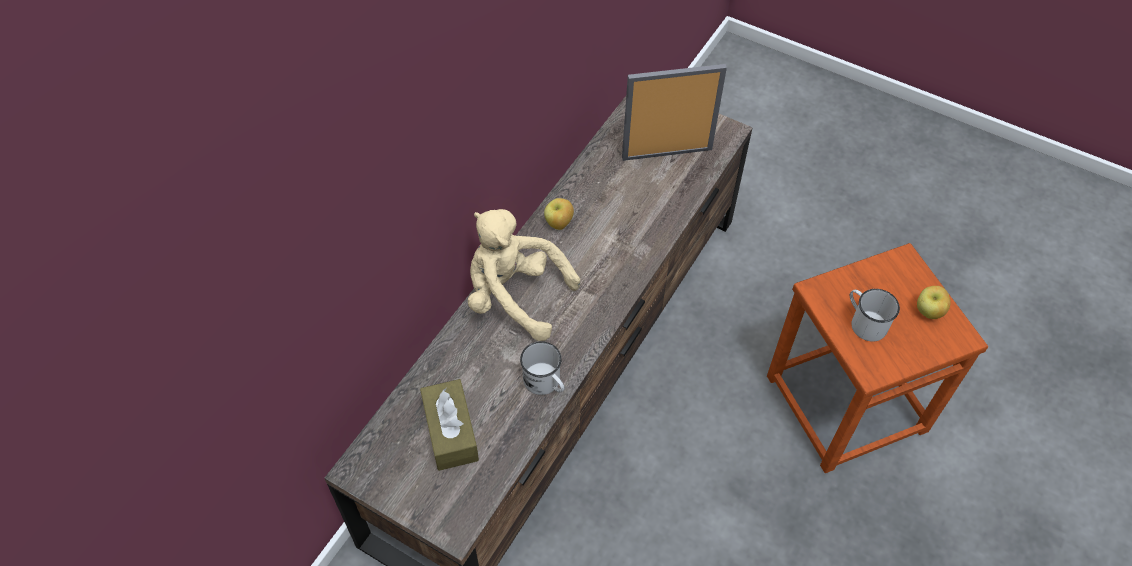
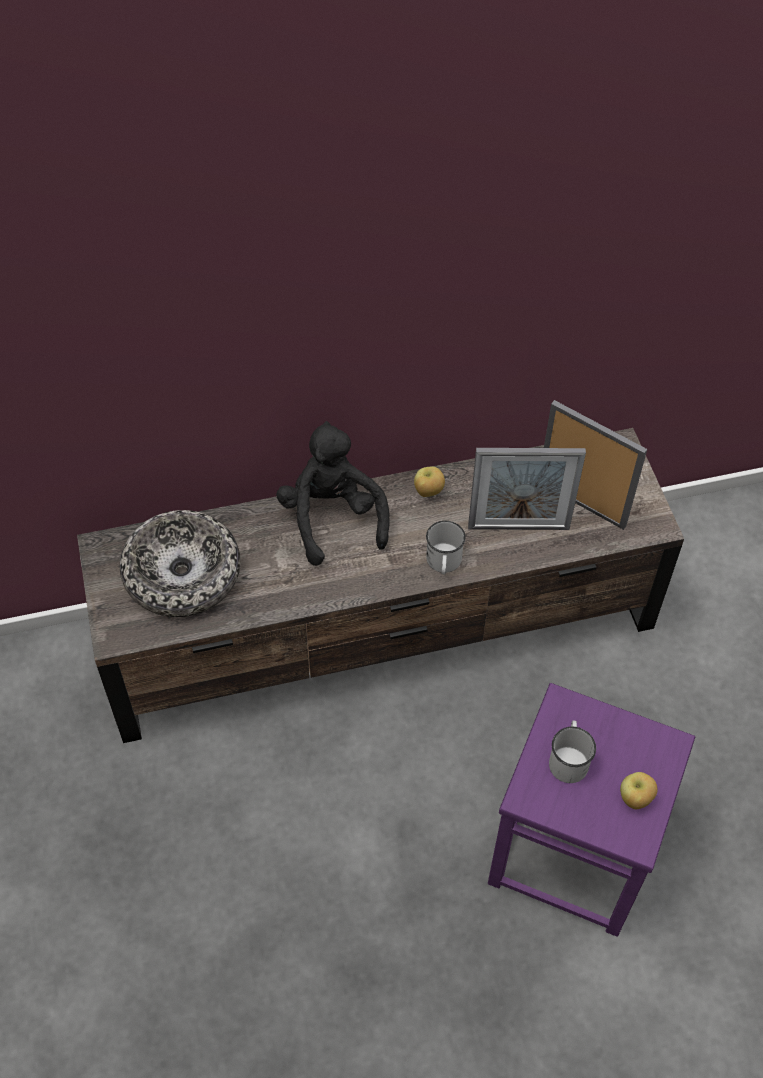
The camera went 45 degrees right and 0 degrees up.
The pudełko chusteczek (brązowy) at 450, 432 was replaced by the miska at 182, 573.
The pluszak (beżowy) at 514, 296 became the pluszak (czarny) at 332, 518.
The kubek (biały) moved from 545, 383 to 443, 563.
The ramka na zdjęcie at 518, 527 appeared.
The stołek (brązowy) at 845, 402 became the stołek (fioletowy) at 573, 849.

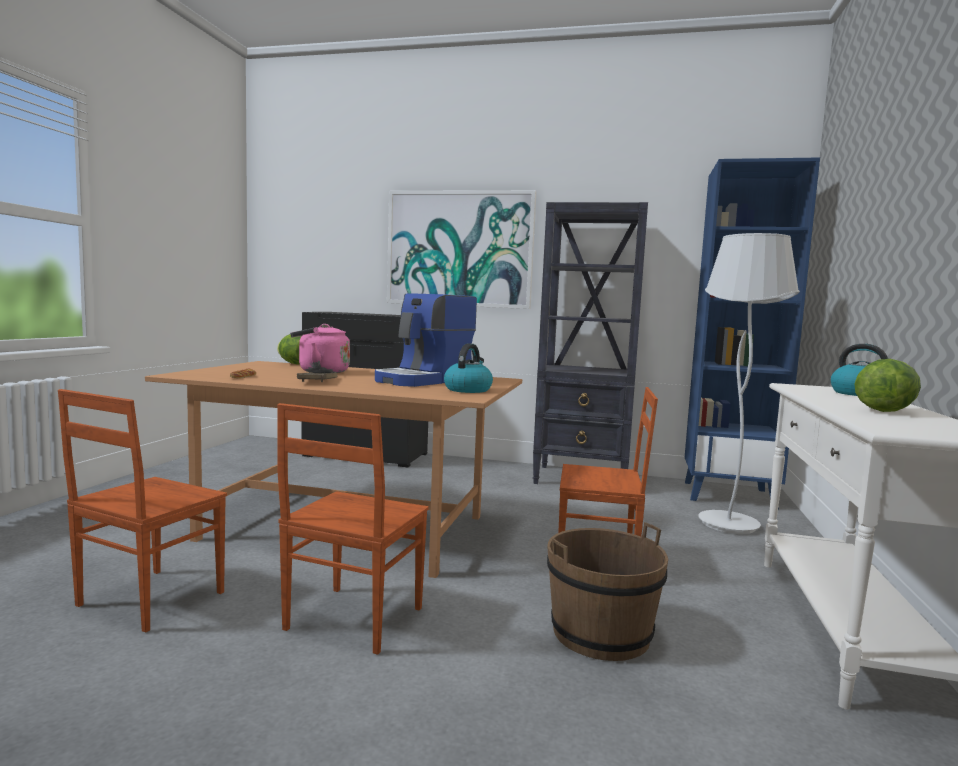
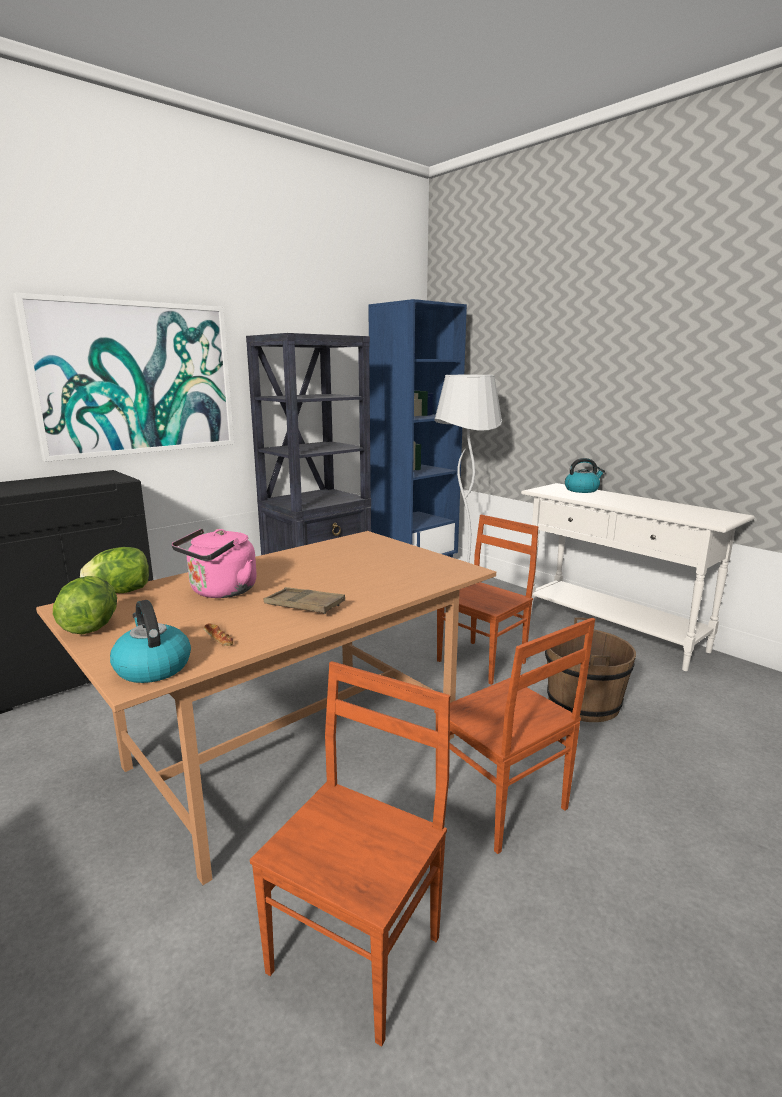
The camera went 55 degrees left and 10 degrees up.
The sałata moved from 884, 411 to 91, 627.
The czajnik moved from 468, 390 to 152, 667.
The krzesło (brązowy) at 148, 599 turned 120 degrees counterclockwise.
The ekspres do kawy at 425, 380 disappeared.

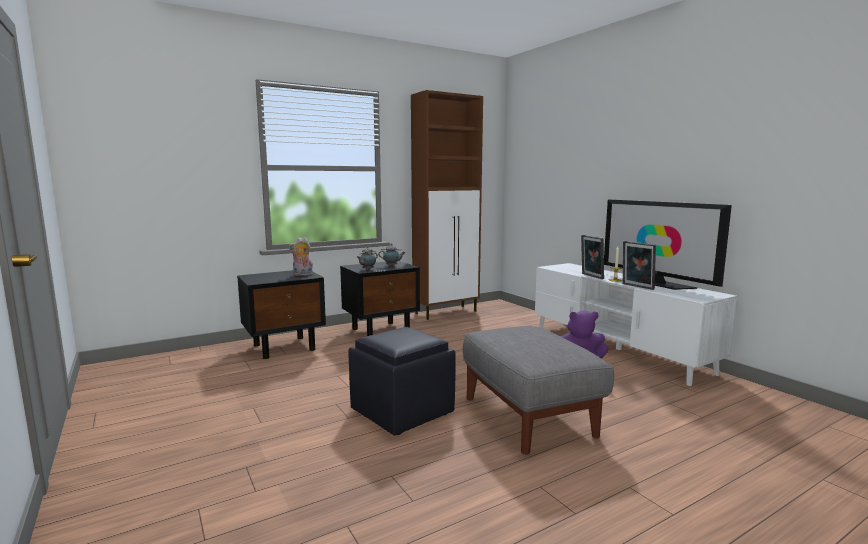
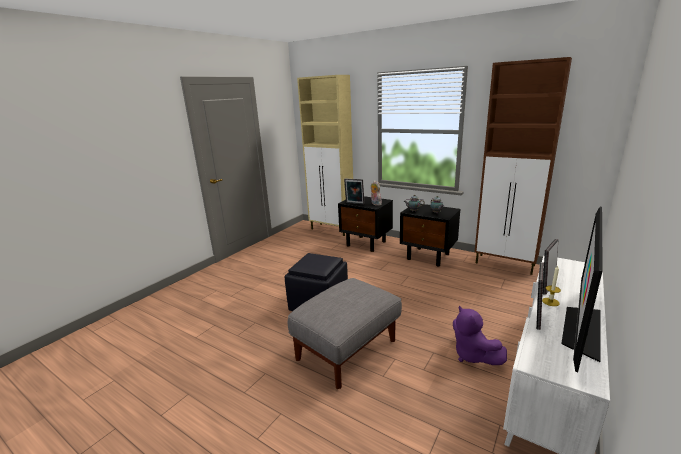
The camera went 65 degrees right and 10 degrees up.
The szafka (beżowy) at 332, 230 appeared.
The ramka na zdjęcie at 354, 203 appeared.

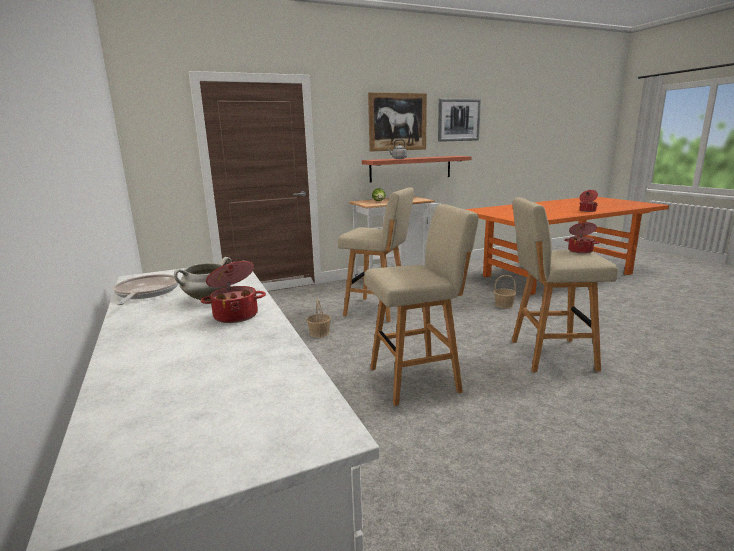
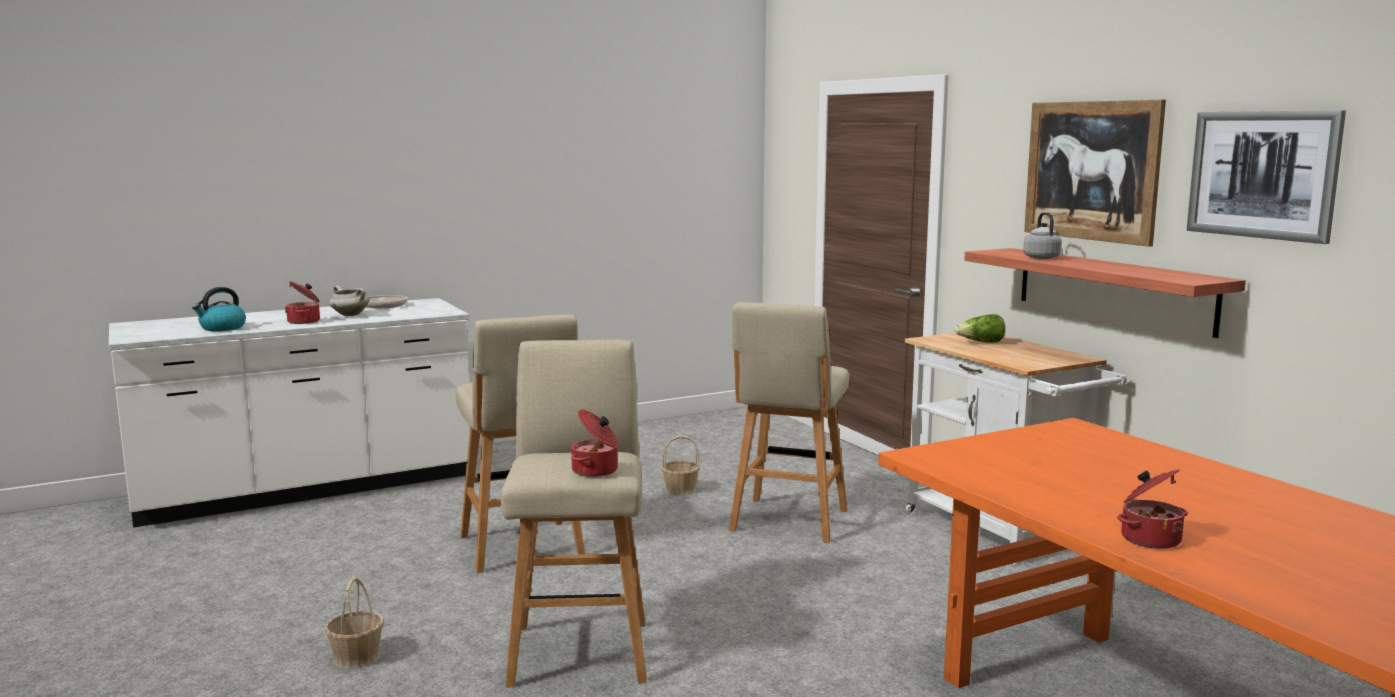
The camera went 85 degrees right and 5 degrees down.
The czajnik at 222, 328 appeared.
The koszyk moved from 504, 305 to 356, 657.

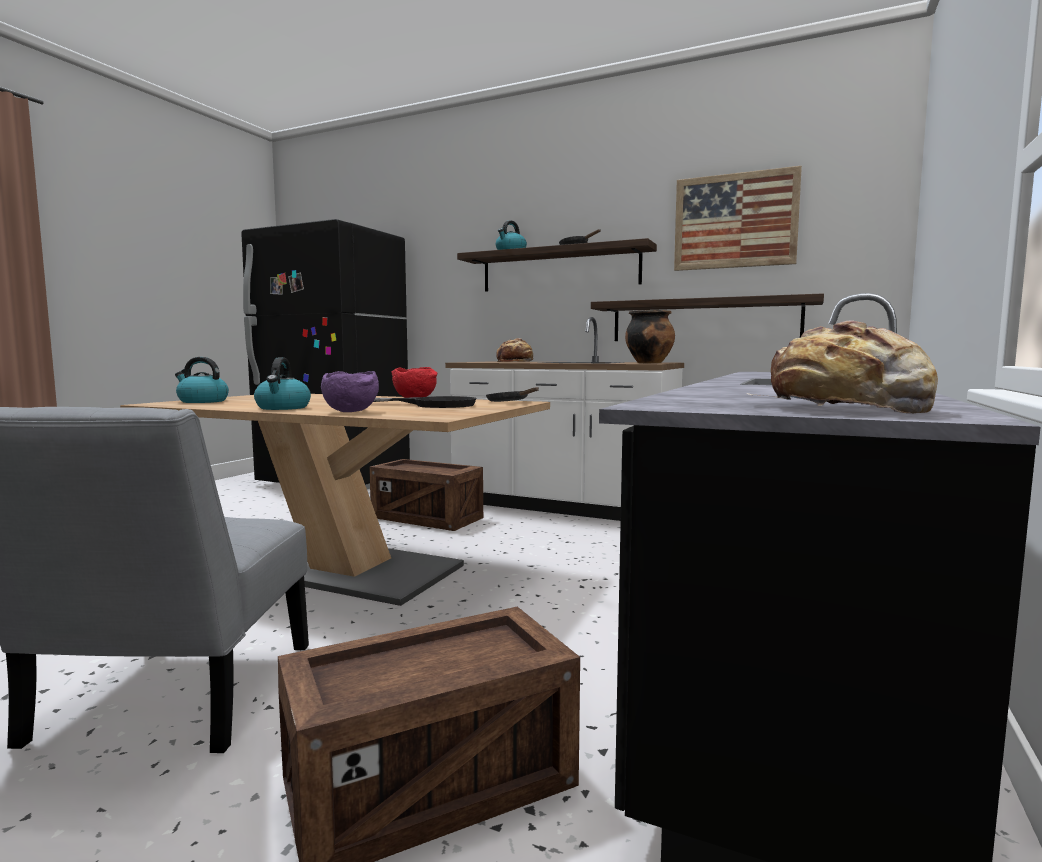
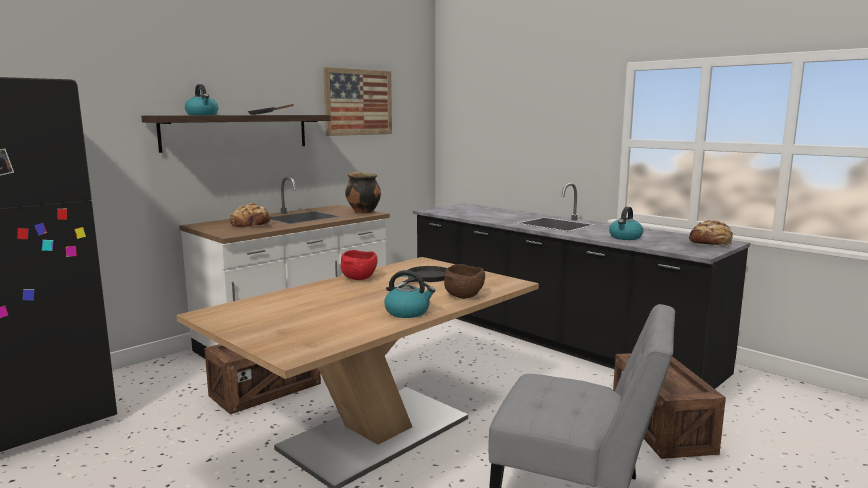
The camera went 70 degrees left and 5 degrees up.
The miska (fioletowy) at 352, 412 became the miska (brązowy) at 464, 296.
The czajnik moved from 202, 401 to 625, 237.
The patelnia (czarny) at 510, 402 disappeared.
The półka at 704, 320 disappeared.

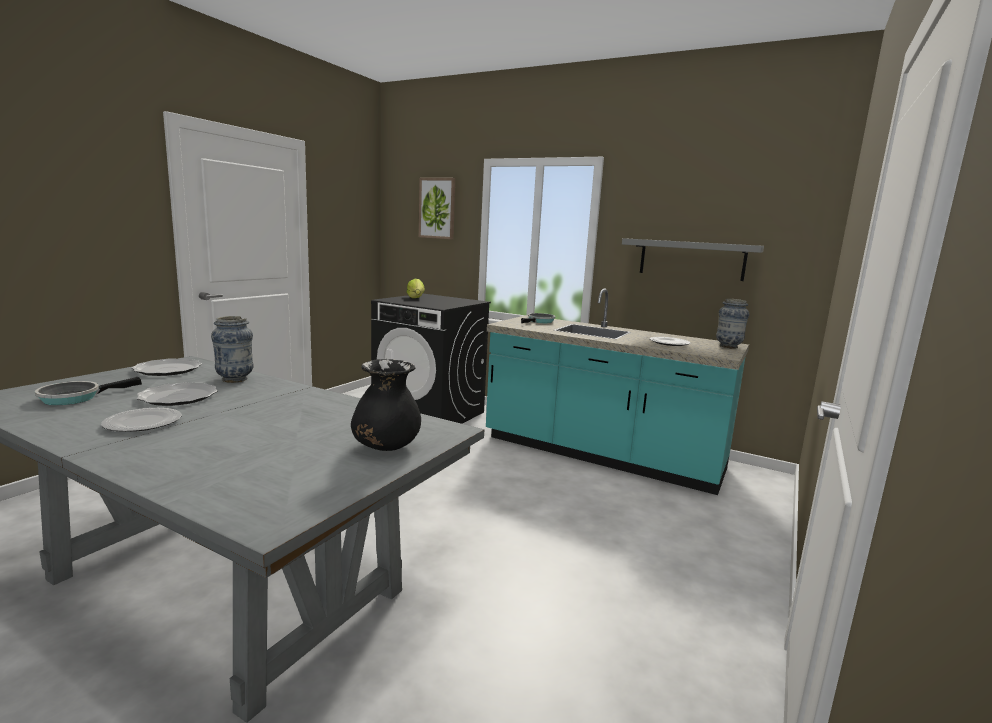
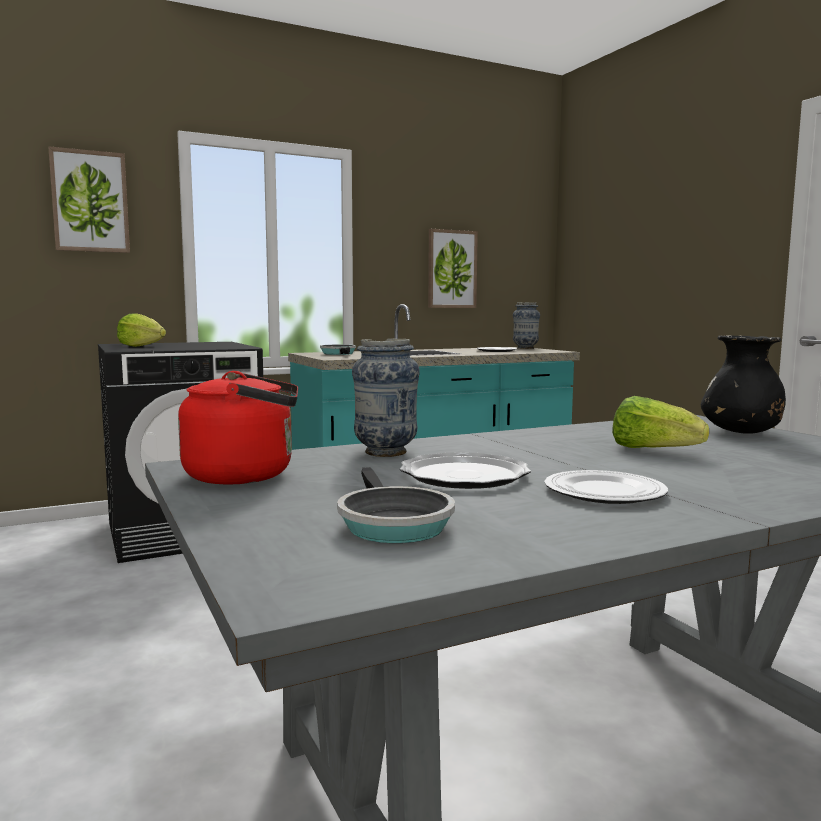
The camera went 55 degrees left and 5 degrees down.
The talerz at 167, 370 was replaced by the czajnik (czerwony) at 246, 475.
The półka (szary) at 691, 259 was replaced by the obraz at 451, 269.
The sałata at 653, 450 appeared.

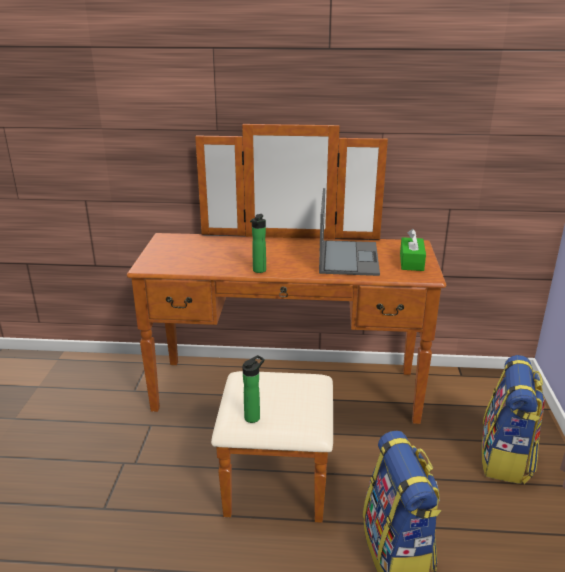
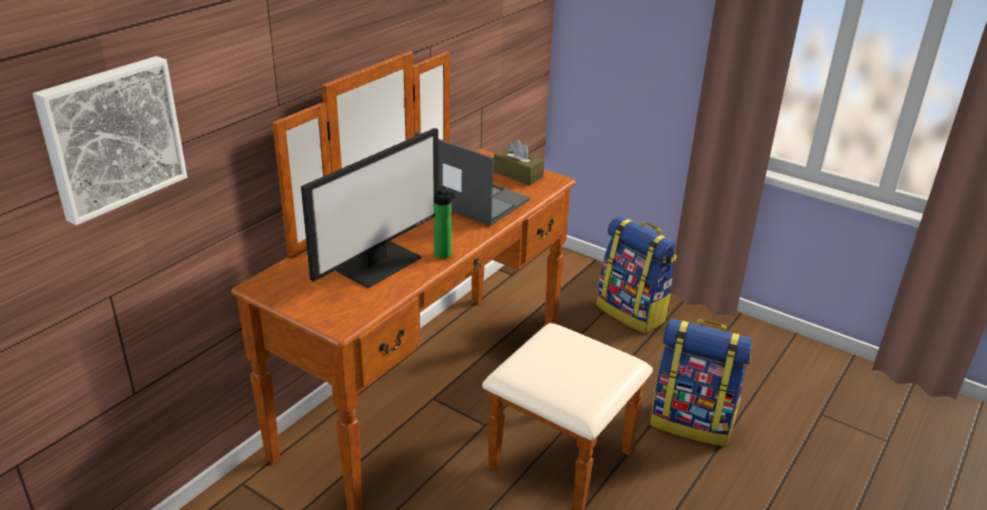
The camera went 60 degrees left and 5 degrees up.
The obraz at 111, 137 appeared.
The monitor at 379, 263 appeared.
The pudełko chusteczek (zielony) at 411, 262 became the pudełko chusteczek (brązowy) at 518, 174.
The butelka at 254, 416 disappeared.

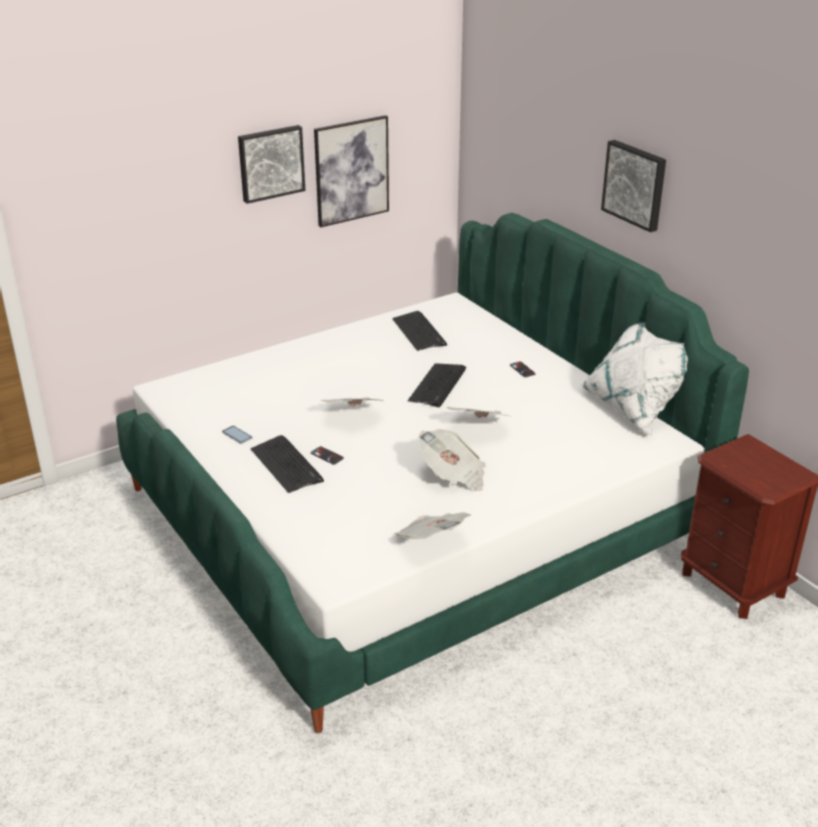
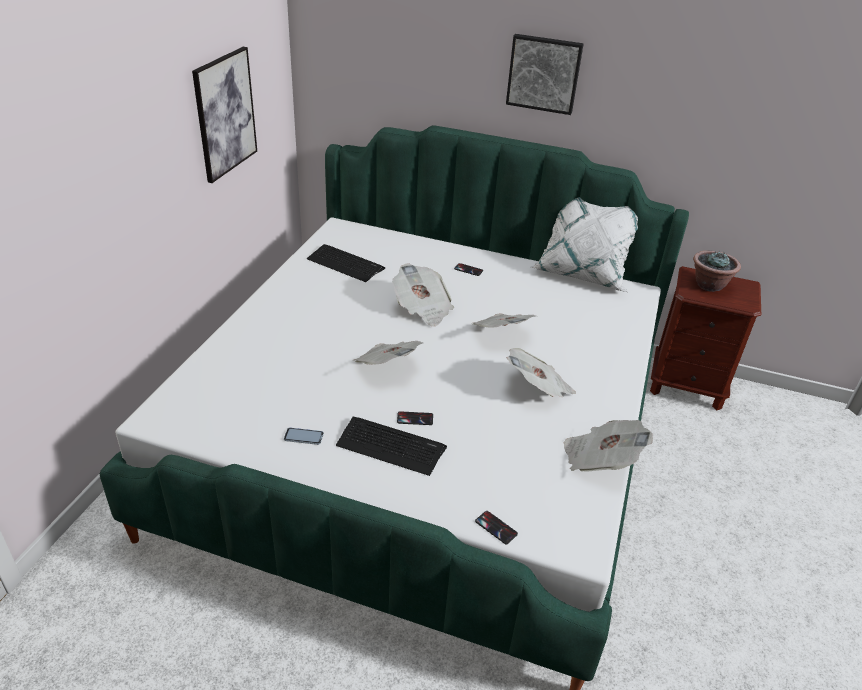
The camera went 40 degrees left and 5 degrees up.
The klawiatura at 438, 385 was replaced by the gazeta at 422, 309.
The telefon at 496, 527 appeared.
The roślina doniczkowa at 709, 285 appeared.
The obraz at 270, 163 disappeared.

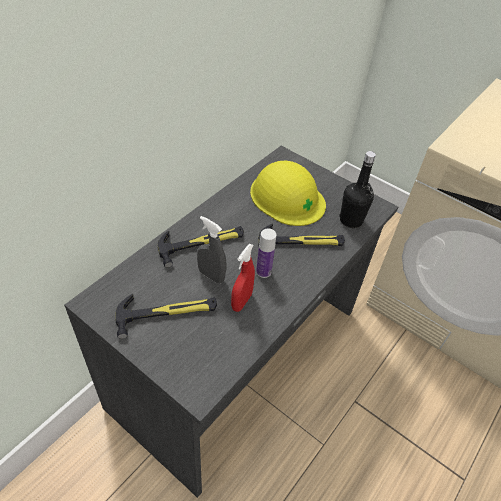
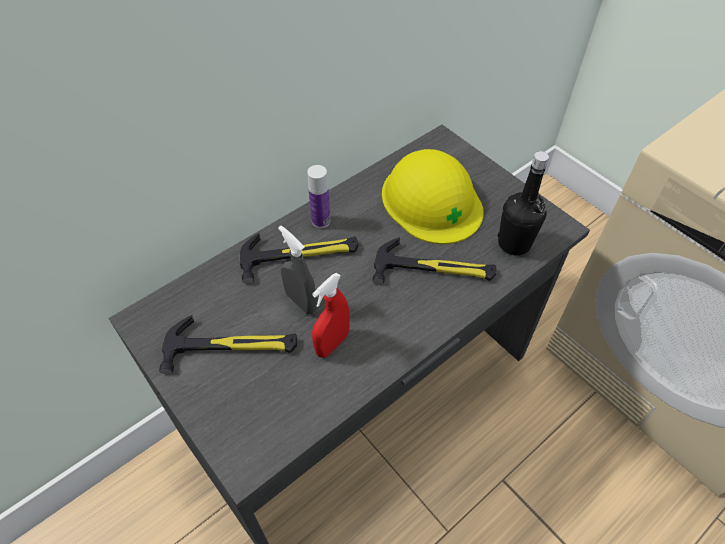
The camera went 15 degrees right and 5 degrees up.
The butelka moved from 263, 272 to 321, 221.

